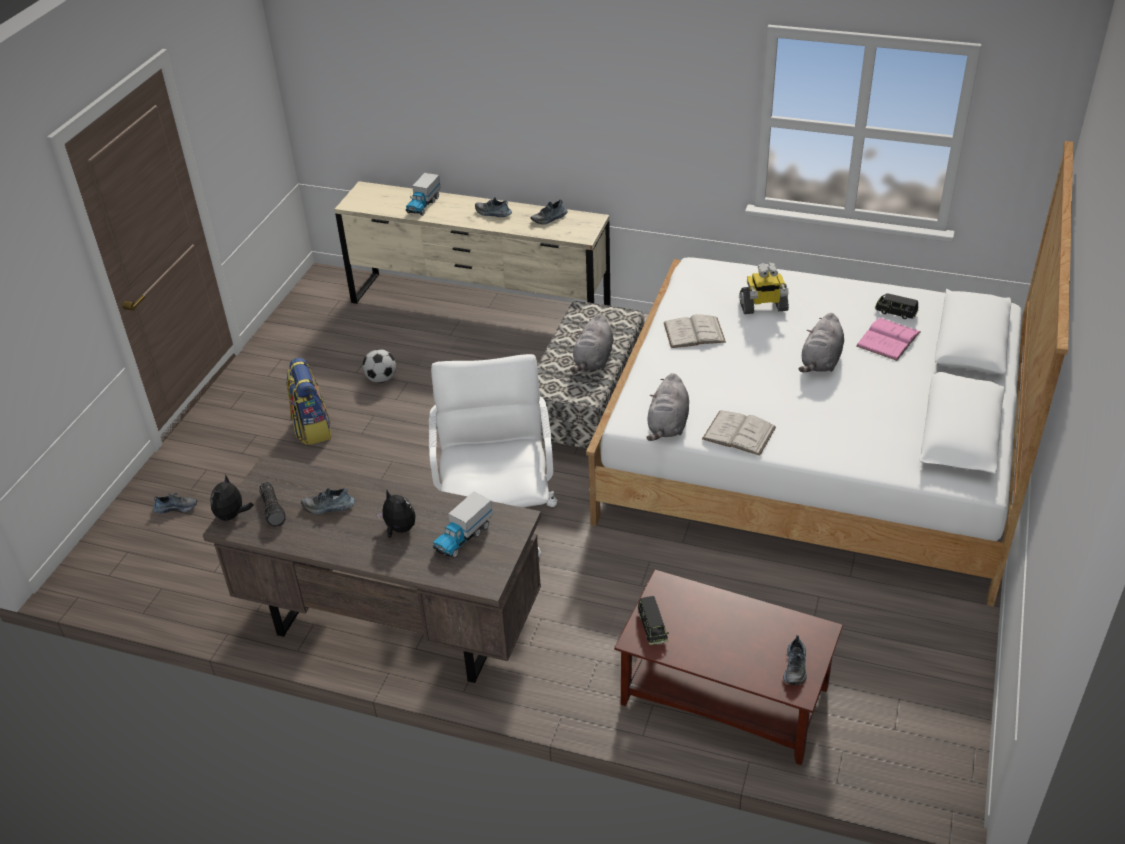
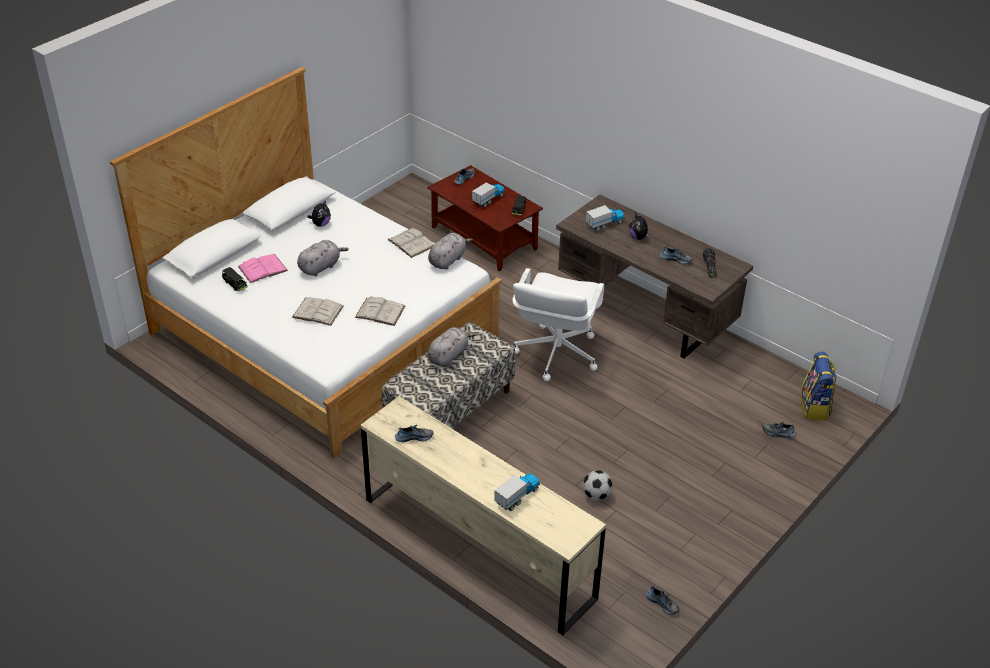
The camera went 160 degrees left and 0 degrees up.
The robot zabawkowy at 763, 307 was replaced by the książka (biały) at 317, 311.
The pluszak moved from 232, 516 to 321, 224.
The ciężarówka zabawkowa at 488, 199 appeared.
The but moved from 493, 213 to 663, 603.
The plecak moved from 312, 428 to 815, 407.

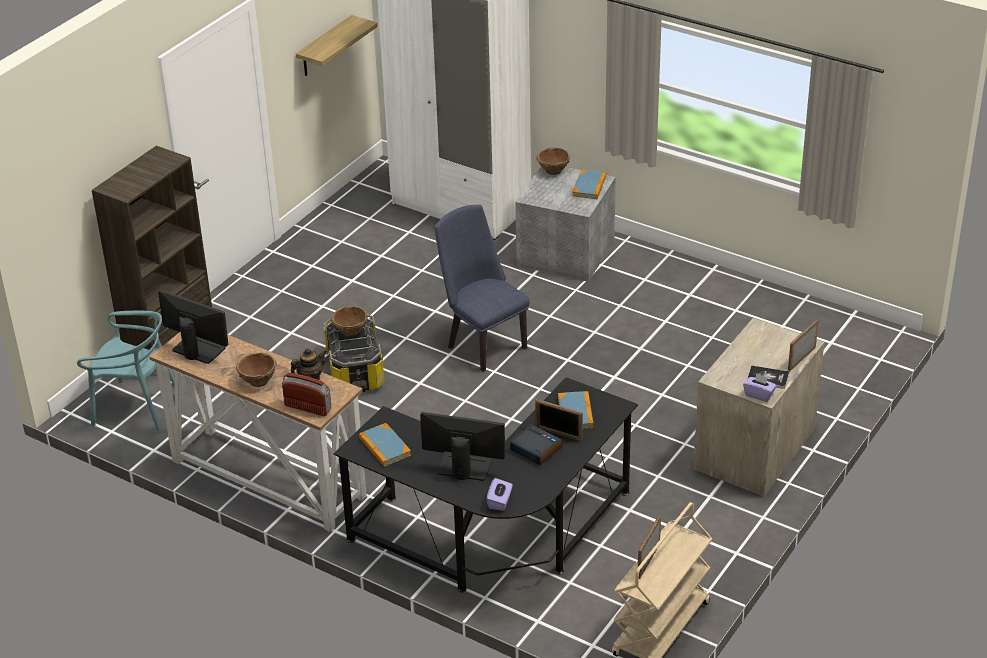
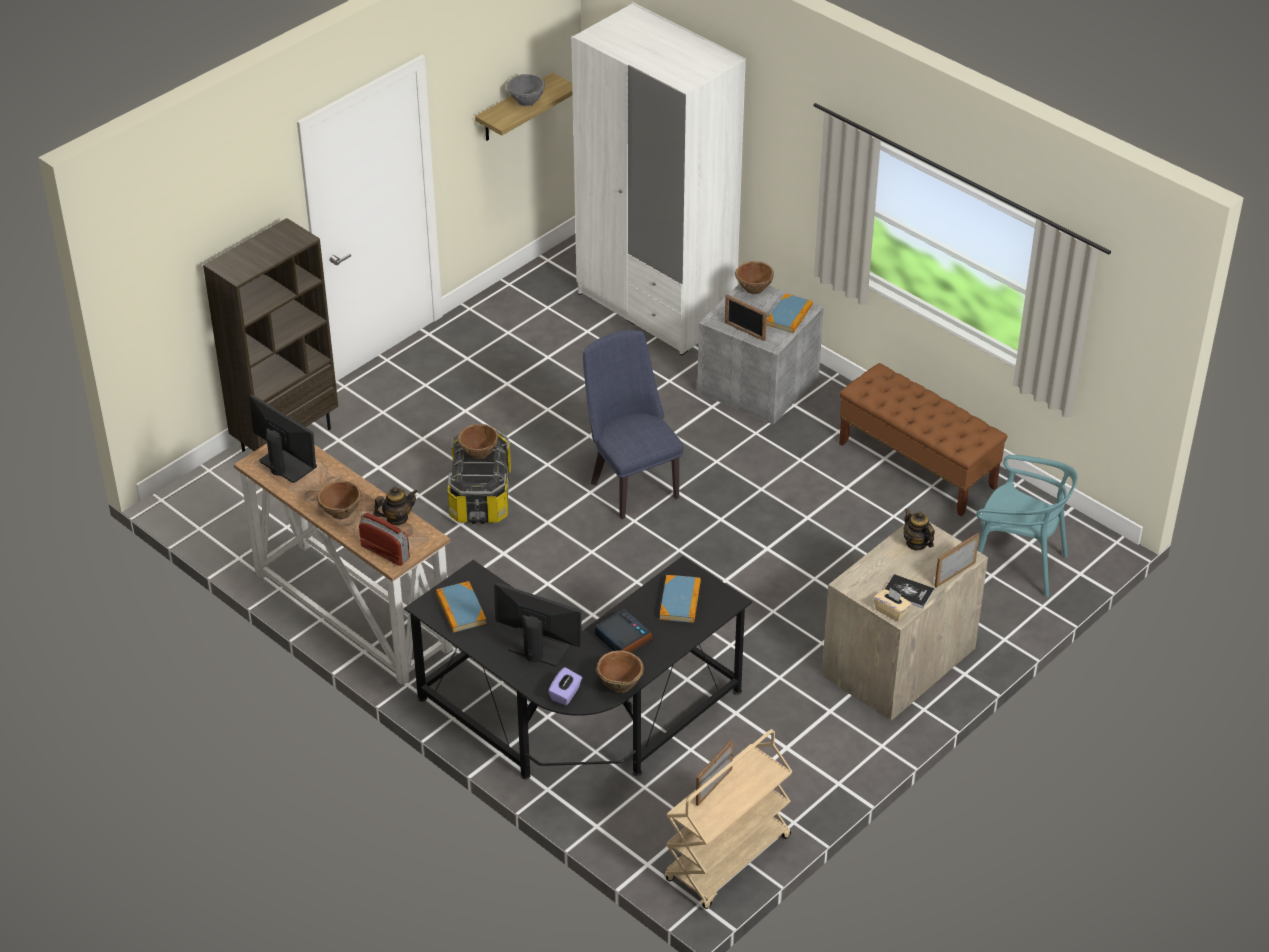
The camera went 10 degrees right and 5 degrees up.
The miska (szary) at 526, 102 appeared.
The miska (brązowy) at 619, 684 appeared.
The ramka na zdjęcie moved from 558, 434 to 744, 331.
The ławka (brązowy) at 917, 466 appeared.
The pudełko chusteczek (fioletowy) at 759, 394 became the pudełko chusteczek (beżowy) at 891, 611.
The imbryk at 916, 543 appeared.
The krzesło (turkusowy) moved from 136, 407 to 1017, 564.

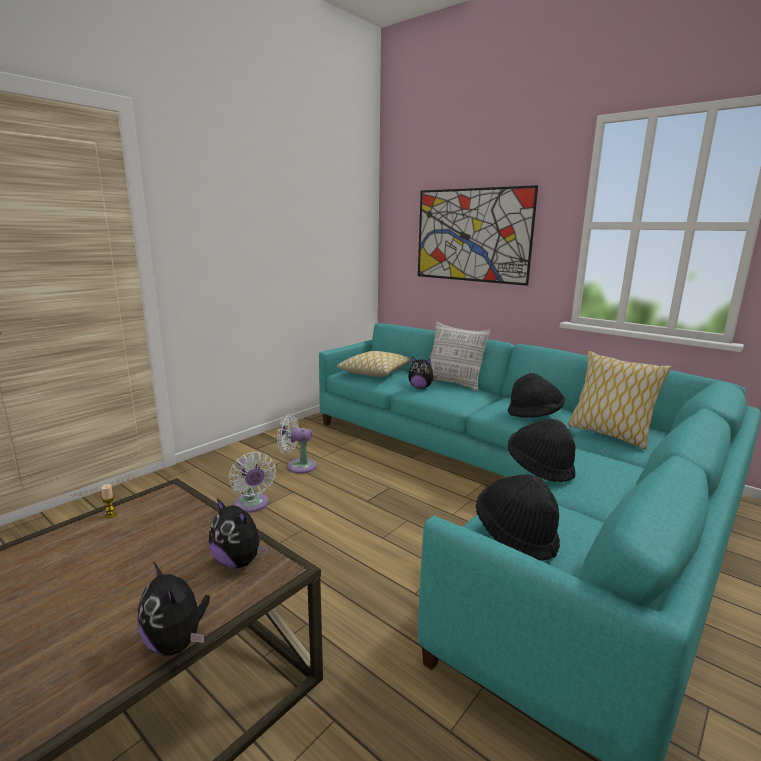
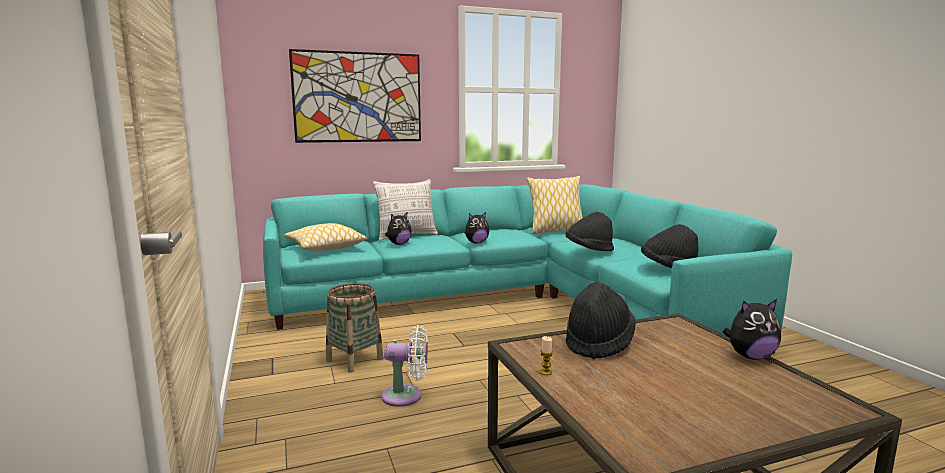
The camera went 60 degrees left and 5 degrees down.
The wentylator (biały) at 298, 466 was replaced by the koszyk at 355, 360.
The pluszak moved from 239, 562 to 476, 243.
The kapelusz (czarny) moved from 535, 414 to 598, 343.

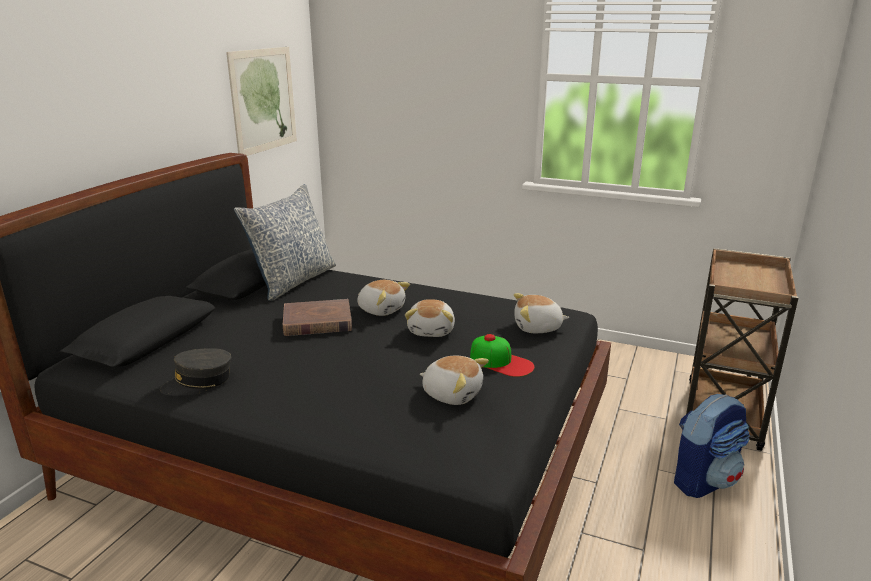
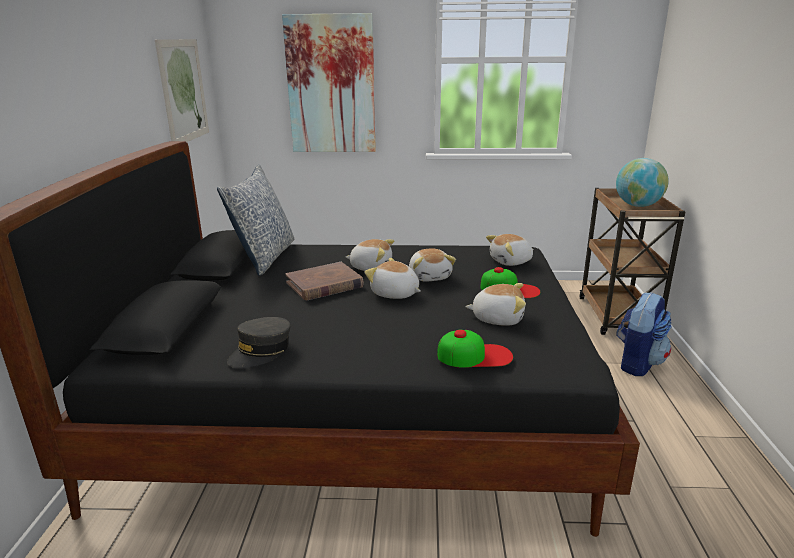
The camera went 20 degrees left and 0 degrees up.
The obraz at 331, 85 appeared.
The pluszak at 395, 294 appeared.
The czapka z daszkiem at 475, 355 appeared.
The globus at 637, 205 appeared.

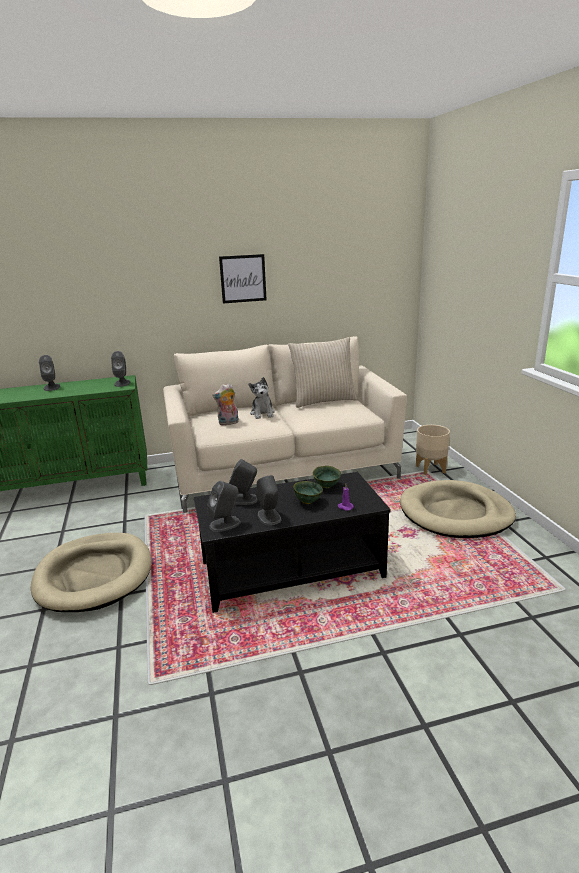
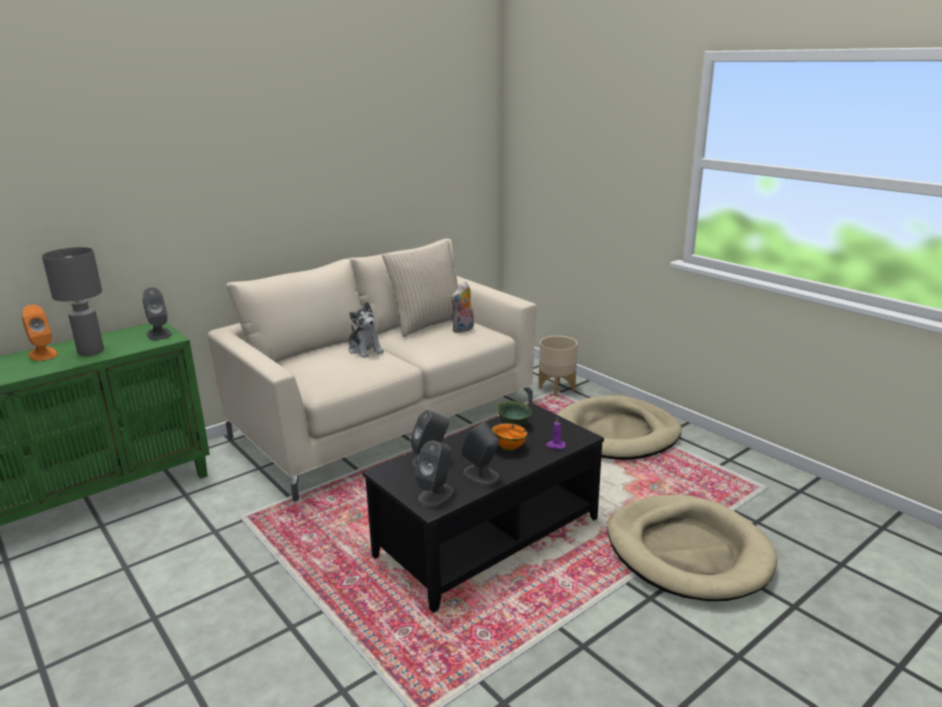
The camera went 25 degrees left and 0 degrees up.
The głośnik (szary) at 51, 387 became the głośnik (pomarańczowy) at 43, 354.
The lampa stołowa (szary) at 91, 351 appeared.
The pluszak moved from 228, 423 to 463, 329.
The miska (zielony) at 307, 501 became the miska (pomarańczowy) at 508, 448.
The legowisko (beżowy) moved from 94, 575 to 687, 552.
The obraz at 243, 278 disappeared.

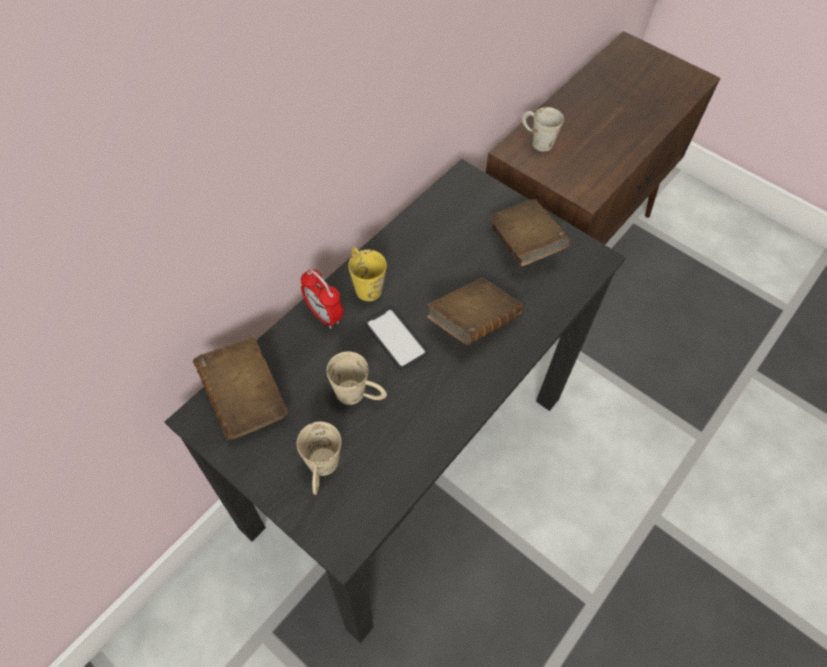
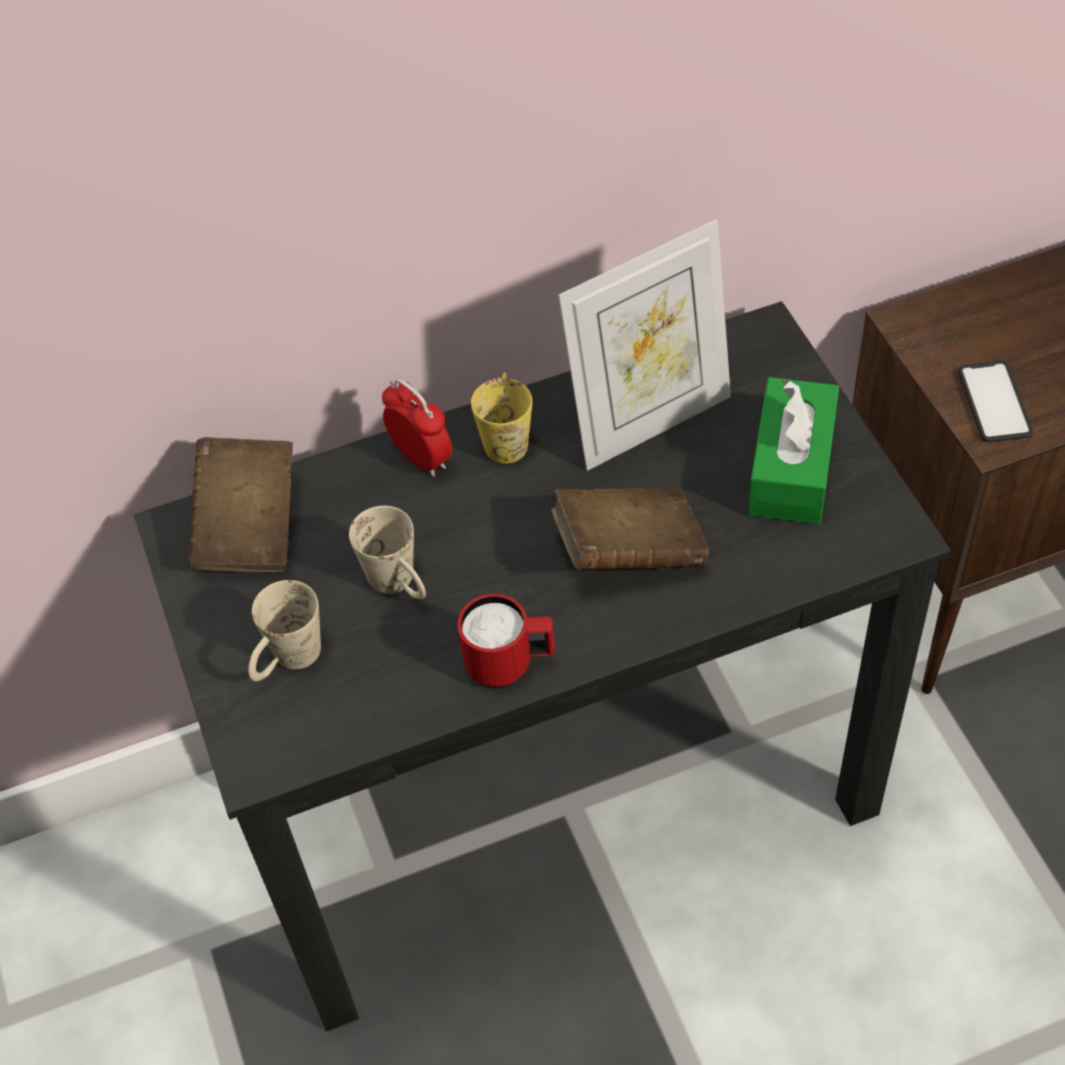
The camera went 35 degrees right and 5 degrees down.
The budzik at 324, 315 turned 150 degrees clockwise.
The kubek (czerwony) at 510, 665 appeared.
The ramka na zdjęcie at 649, 421 appeared.
The książka (brązowy) at 524, 244 was replaced by the pudełko chusteczek (zielony) at 791, 468.
The telefon moved from 396, 339 to 994, 403.
The kubek (biały) at 536, 140 disappeared.

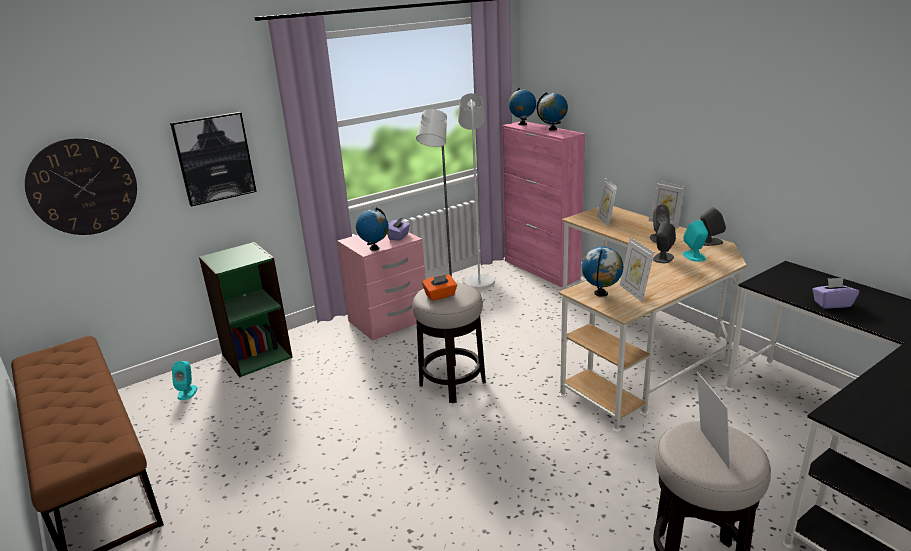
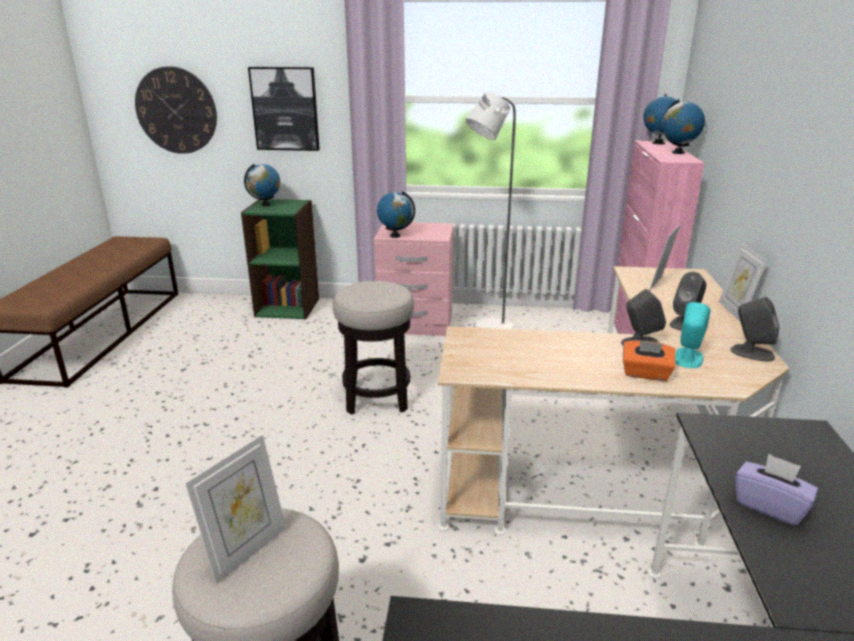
The camera went 40 degrees right and 0 degrees up.
The globus moved from 601, 294 to 266, 205.
The pudełko chusteczek (pomarańczowy) moved from 440, 296 to 645, 374.
The głośnik (turkusowy) at 187, 392 disappeared.
The pudełko chusteczek (fioletowy) at 399, 236 disappeared.
The lampa stojąca (biały) at 478, 279 disappeared.
The ramka na zdjęcie at 634, 292 disappeared.

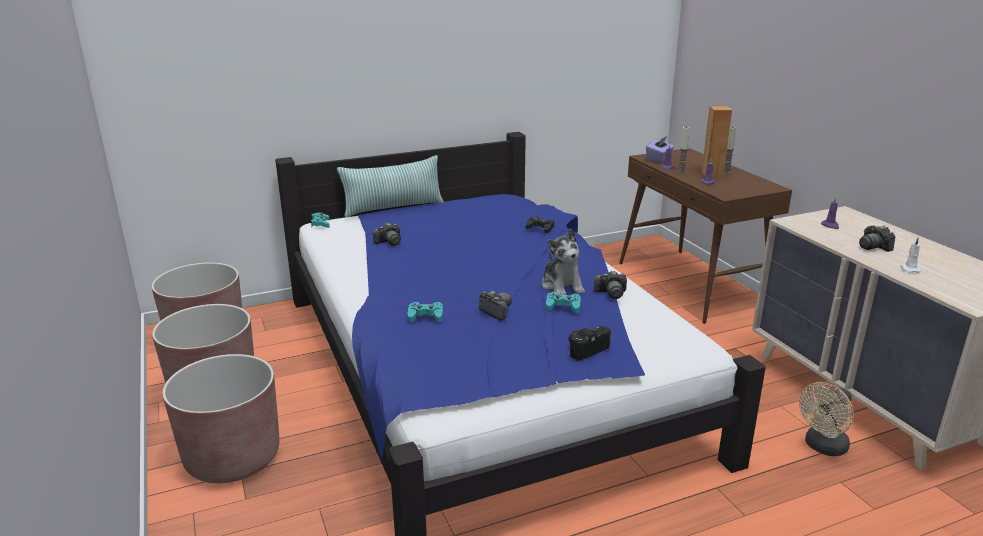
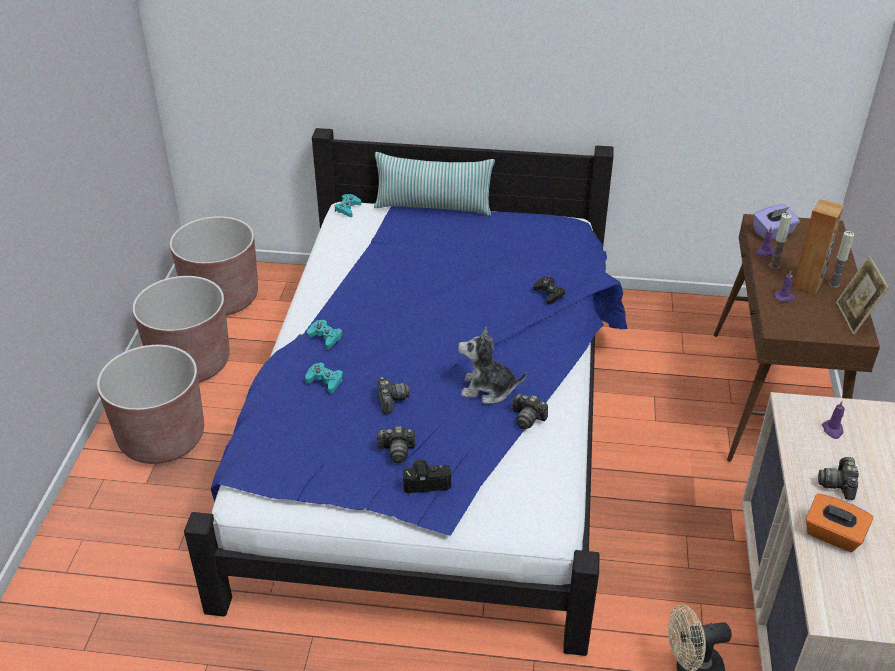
The camera went 30 degrees right and 15 degrees up.
The pad do gier (turkusowy) moved from 563, 306 to 325, 337.
The aparat fotograficzny moved from 389, 242 to 396, 451.
The pluszak at 562, 286 turned 90 degrees clockwise.
The świeca (biały) at 909, 269 was replaced by the pudełko chusteczek (pomarańczowy) at 832, 535.
The ramka na zdjęcie at 854, 318 appeared.

